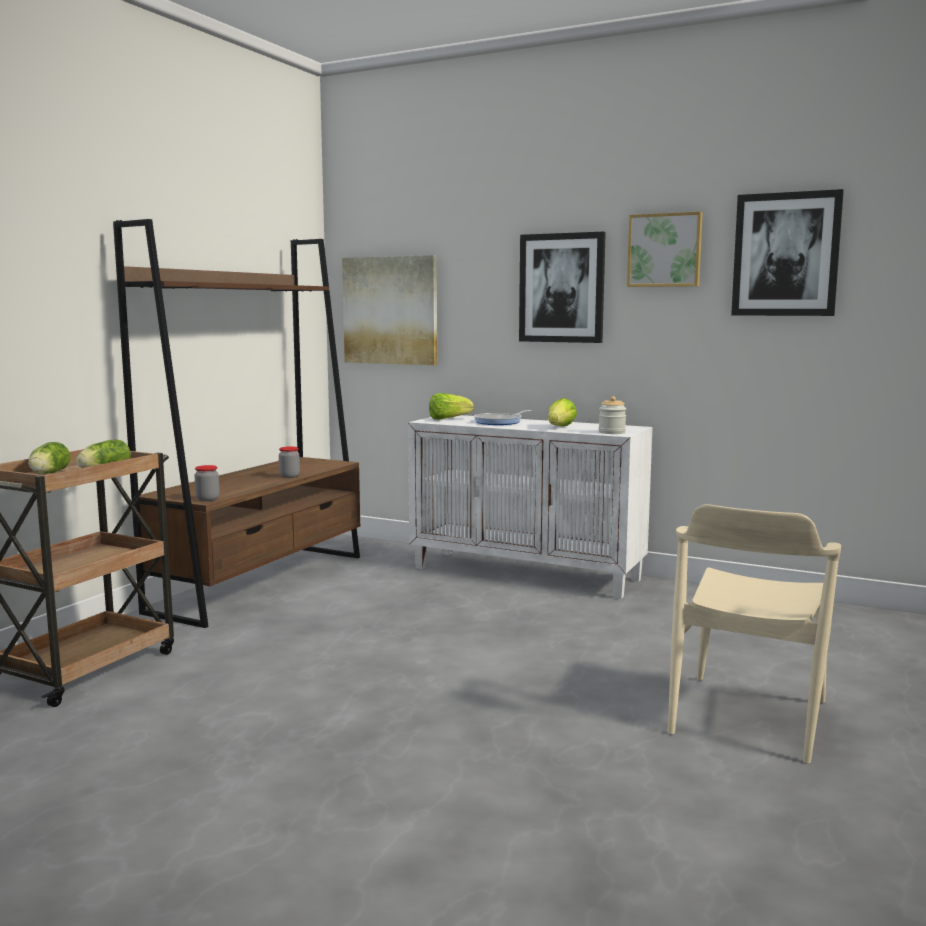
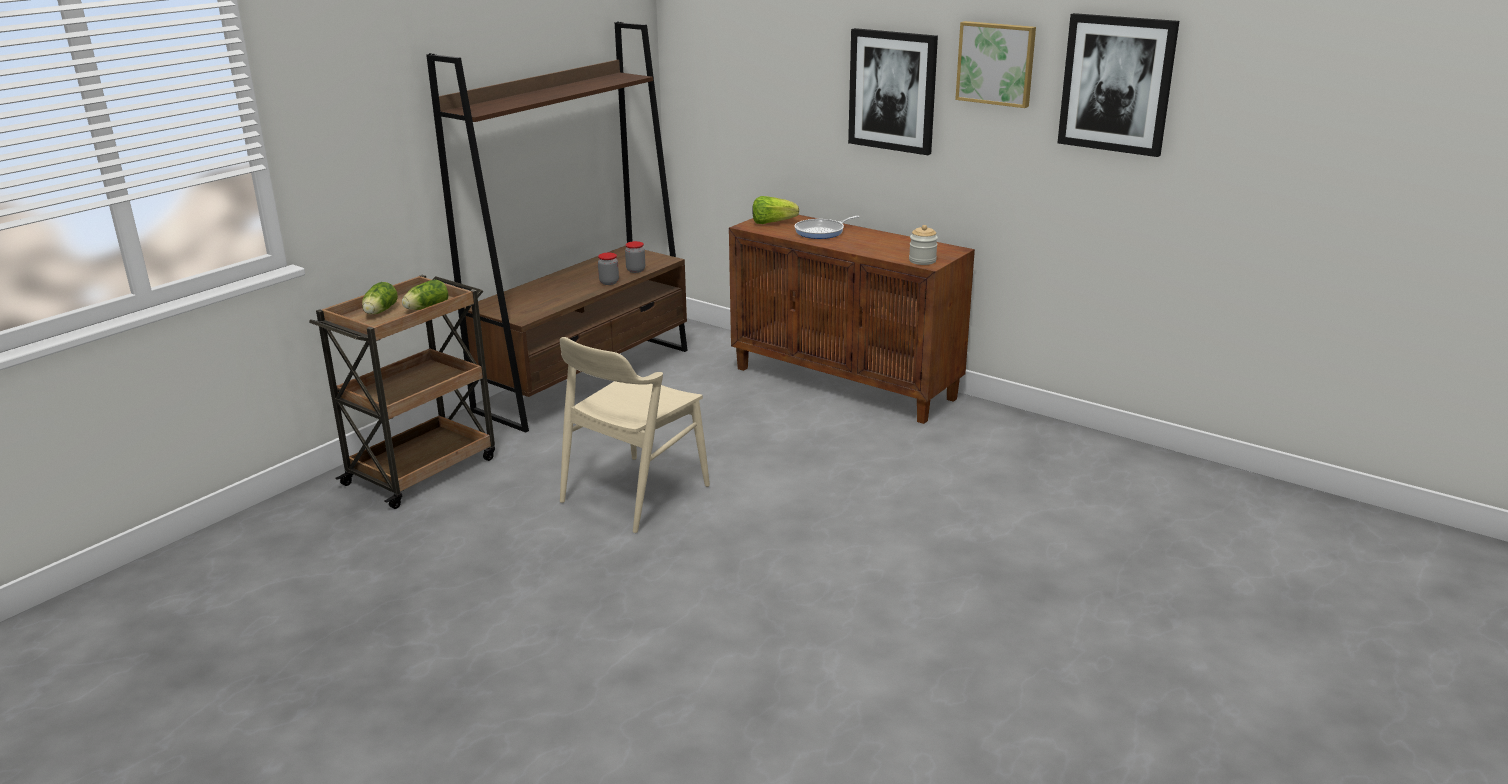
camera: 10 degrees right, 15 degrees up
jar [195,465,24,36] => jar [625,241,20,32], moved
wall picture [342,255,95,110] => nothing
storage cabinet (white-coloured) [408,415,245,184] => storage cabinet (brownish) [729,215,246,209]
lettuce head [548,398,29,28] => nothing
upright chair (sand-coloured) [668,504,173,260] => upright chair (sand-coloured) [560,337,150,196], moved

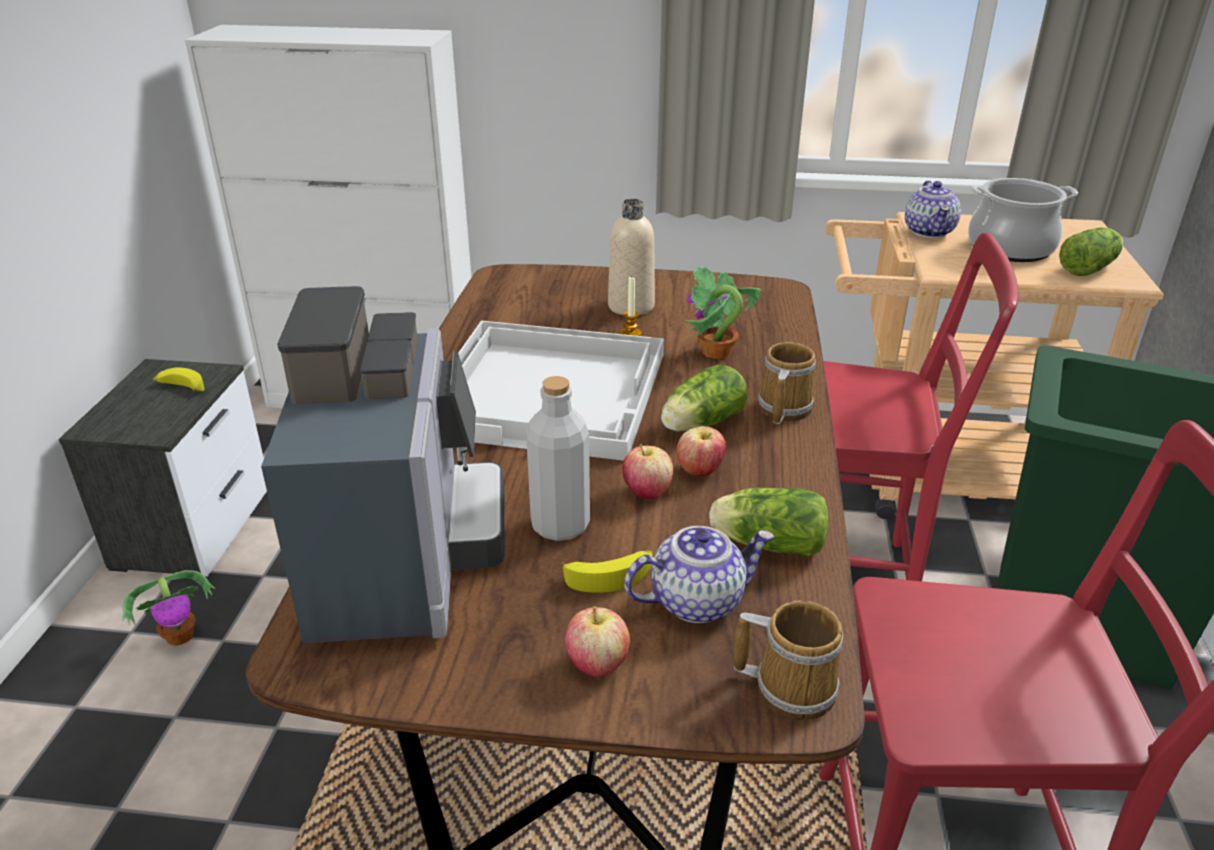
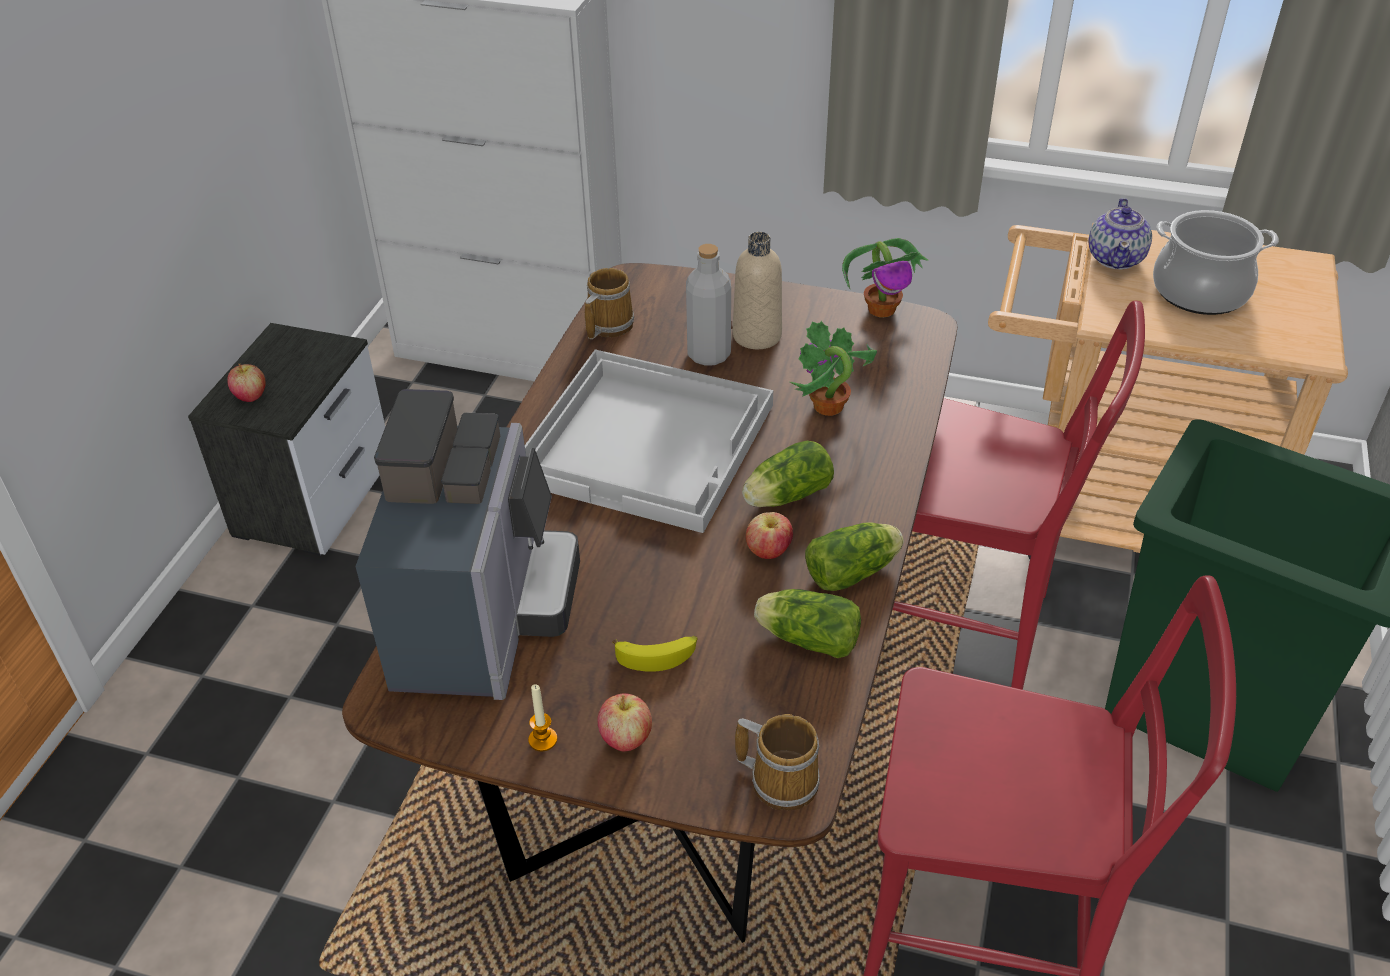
camera: 10 degrees right, 10 degrees up
plant in a pot [122,570,93,76] => plant in a pot [842,238,87,80], moved
banana fruit [153,367,51,25] => nothing
bottle (grey) [526,376,64,165] => bottle (grey) [686,244,45,122], moved
wax light [620,277,21,59] => wax light [528,684,29,68], moved
apple fruit [623,444,50,55] => apple fruit [227,364,39,38], moved
teapot [624,526,150,97] => nothing
tea mug [758,342,58,82] => tea mug [585,268,49,71], moved
lettuce head [1059,227,64,49] => lettuce head [805,522,98,69], moved

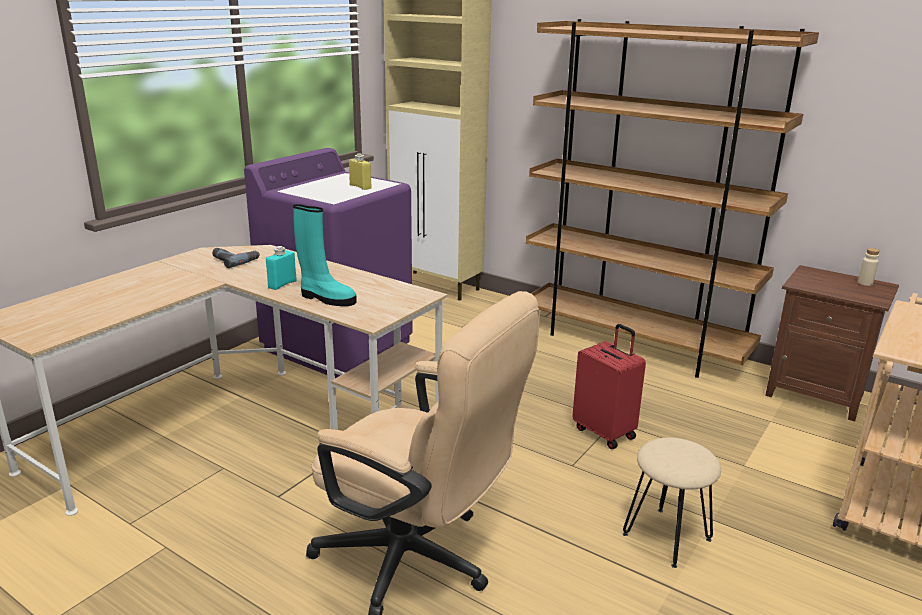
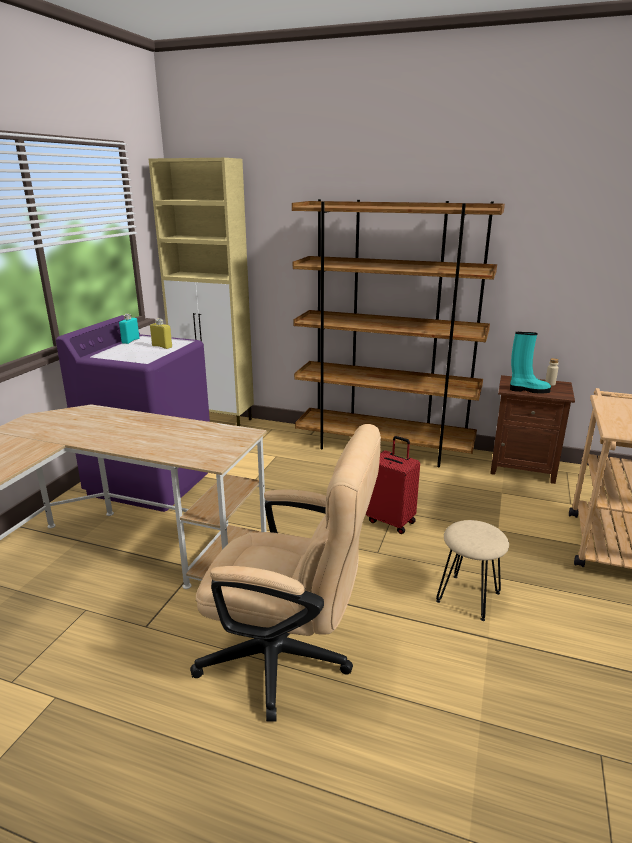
camera: 15 degrees left, 0 degrees up
electric drill [212,248,48,20] => nothing
bottle (turquoise-coloured) [266,246,31,44] => bottle (turquoise-coloured) [119,314,21,30], moved
boot (turquoise-coloured) [293,204,64,102] => boot (turquoise-coloured) [510,332,41,61], moved

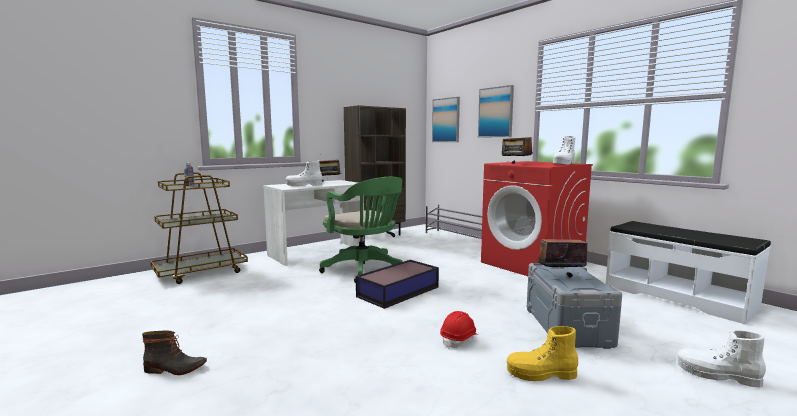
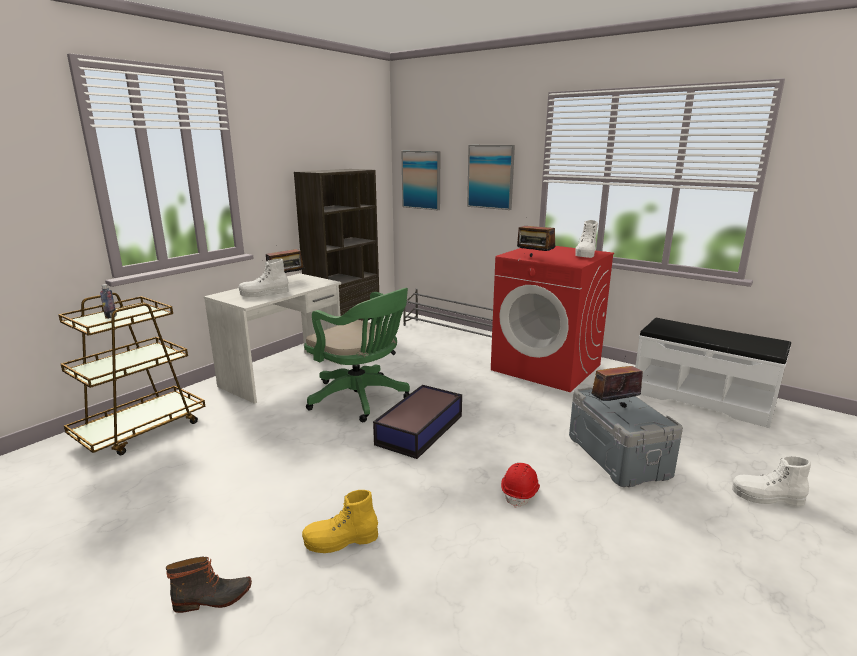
camera: 15 degrees left, 10 degrees up
boot (yellow) [507,326,71,55] => boot (yellow) [302,490,76,63], moved

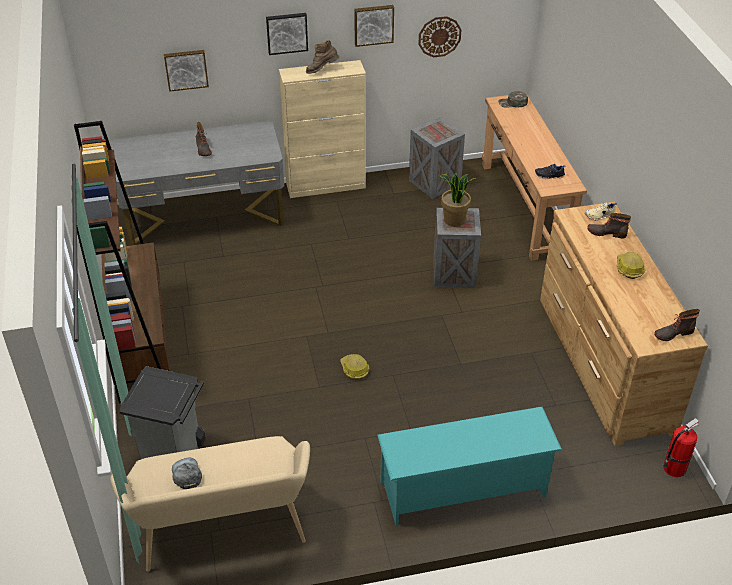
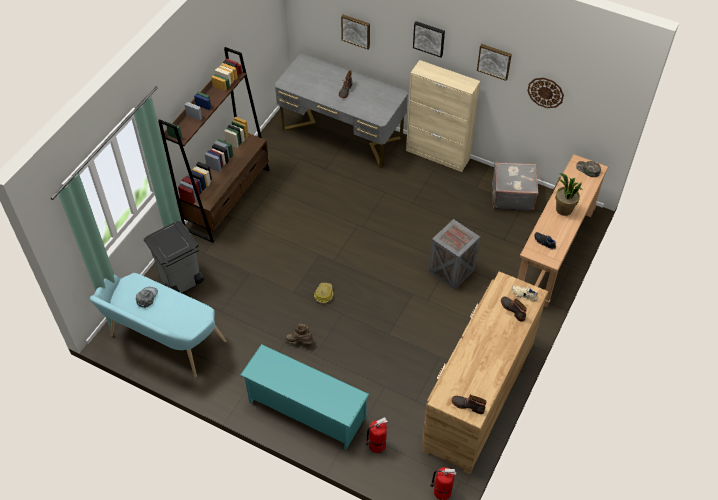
camera: 40 degrees right, 10 degrees up
bench (sand-coloured) [110,436,200,136] => bench (turquoise-coloured) [90,273,136,104]
boot (brownish) [306,40,33,34] => boot (brownish) [285,323,28,21], moved
shipping crate [409,117,56,82] => piece of luggage (grey) [492,162,46,49]
plant in a pot [438,173,37,54] => plant in a pot [555,173,28,43], moved
safety helmet [617,252,29,27] => nothing
nothing => extinguisher [365,417,23,36]

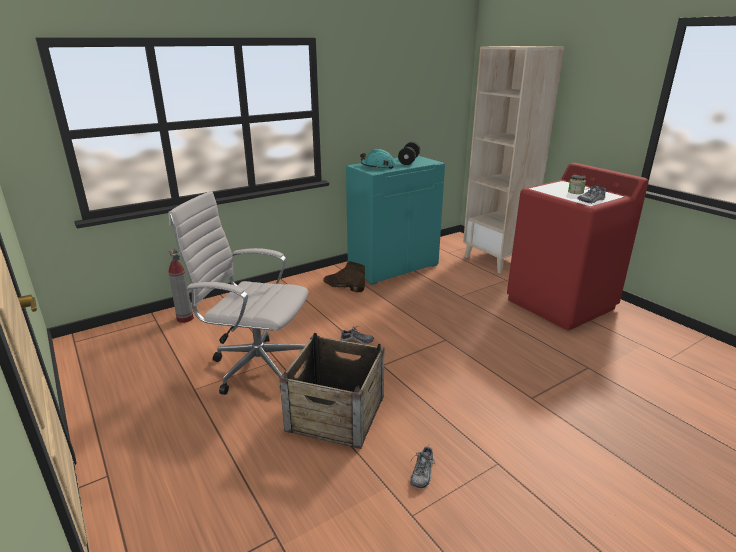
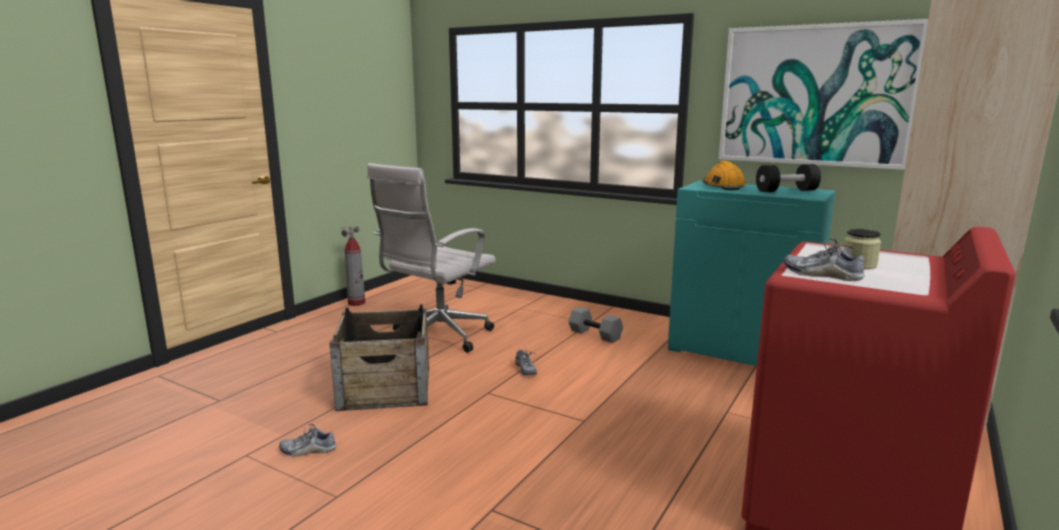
camera: 65 degrees right, 10 degrees down
desk chair (white-coloured) [168,191,140,204] => desk chair (white-coloured) [367,163,129,190], 135 degrees counterclockwise
extinguisher [168,248,26,75] => extinguisher [341,226,24,80], moved
boot (brownish) [323,261,42,31] => nothing
safety helmet (turquoise-coloured) [360,149,35,20] => safety helmet (orangey) [703,161,43,29]
nothing => hand weight (grey) [569,307,54,36]
nothing => wall picture [719,19,209,151]

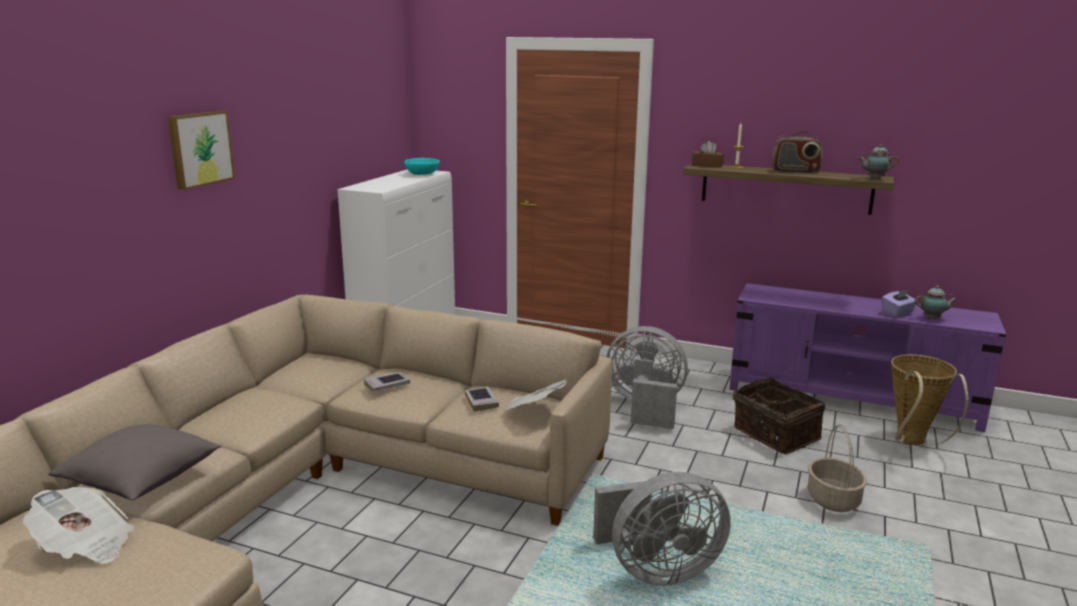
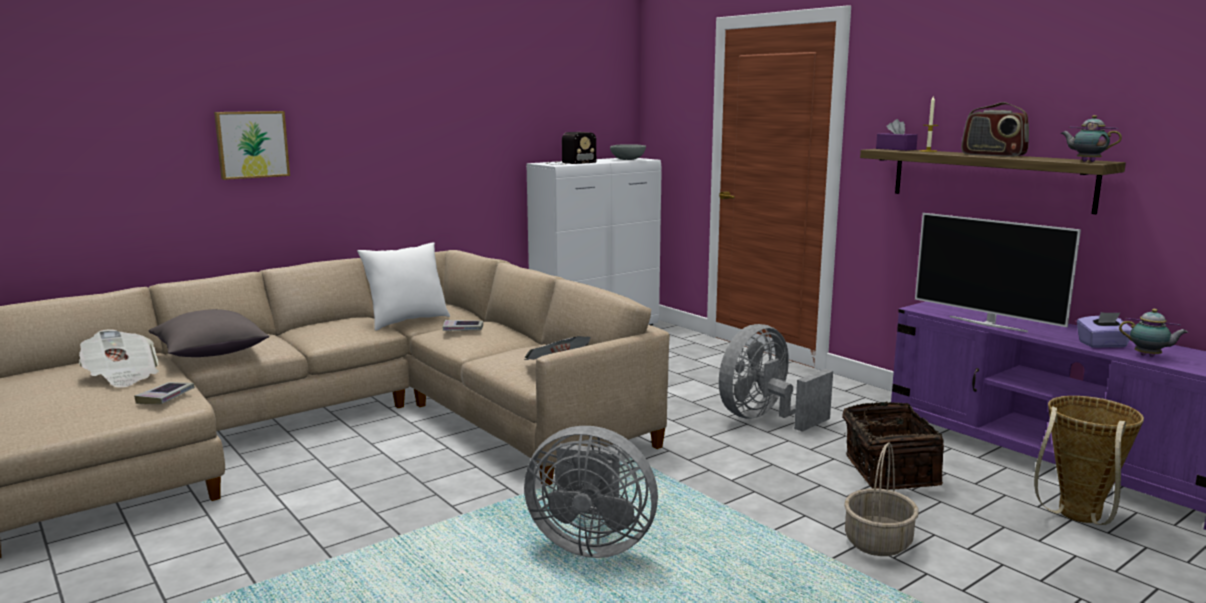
camera: 30 degrees right, 5 degrees down
wall picture [168,111,67,79] => wall picture [214,111,76,69], moved
serving bowl (turquoise-coloured) [404,158,36,17] => serving bowl (grey) [610,144,36,16]
bound book [465,386,34,26] => bound book [134,382,61,22], moved
fan (grey) [606,326,82,103] => fan (grey) [719,324,114,108], 90 degrees counterclockwise
tissue holder (brownish) [692,141,32,27] => tissue holder (purple-coloured) [876,119,42,32]
nothing => throw pillow (white-coloured) [357,242,93,89]
nothing => radio set [546,132,50,33]
nothing => TV [915,213,166,119]

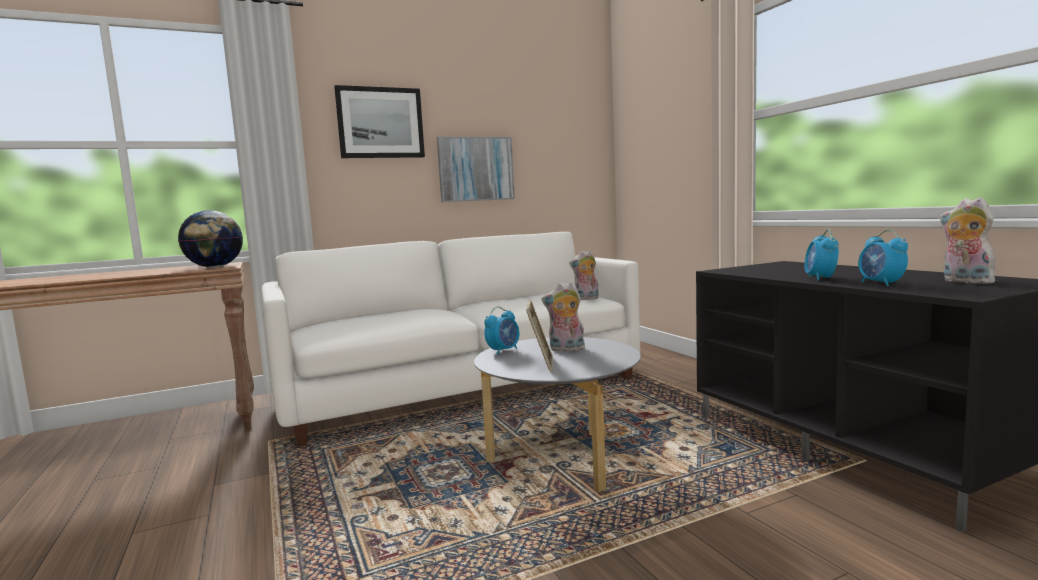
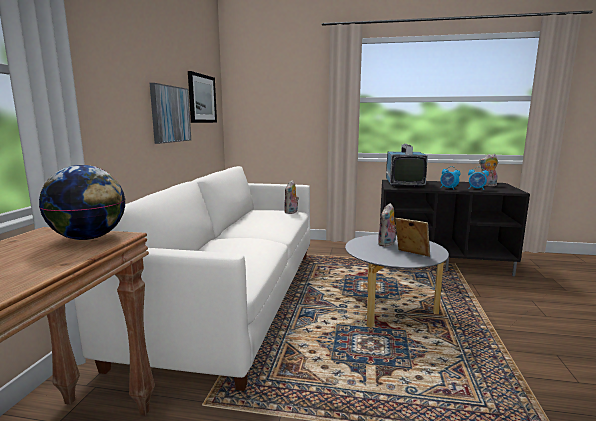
camera: 55 degrees left, 5 degrees up
wall picture [334,85,91,73] => wall picture [188,71,29,52], moved
bedside clock [484,306,35,49] => nothing
nothing => TV [386,144,42,43]

